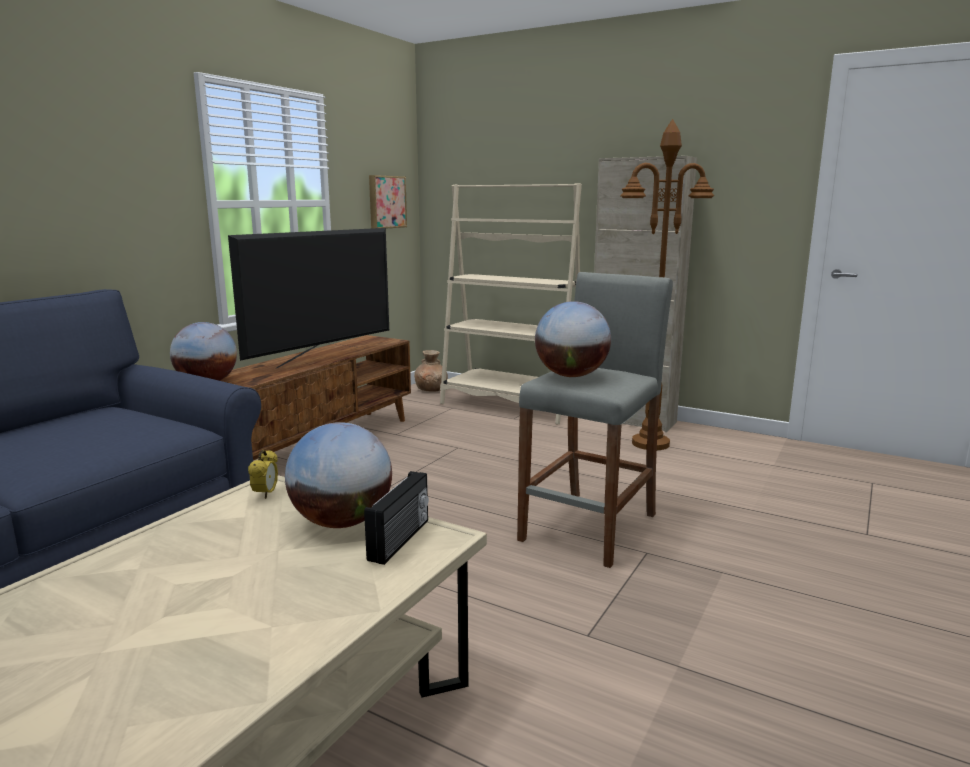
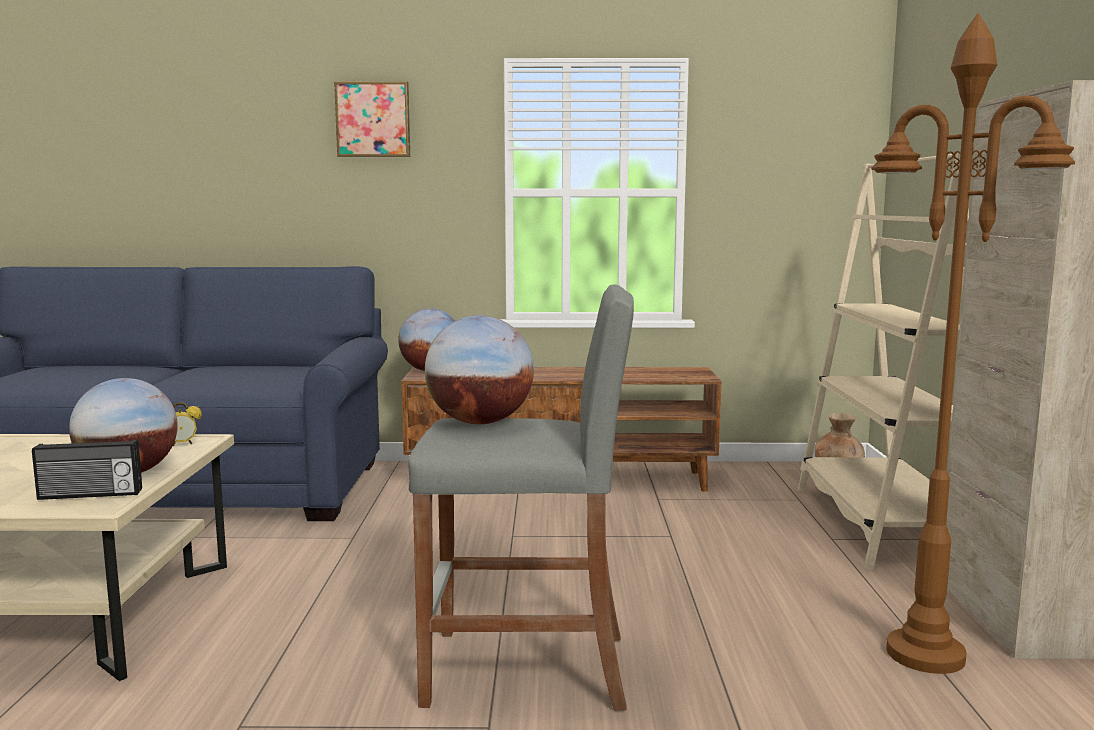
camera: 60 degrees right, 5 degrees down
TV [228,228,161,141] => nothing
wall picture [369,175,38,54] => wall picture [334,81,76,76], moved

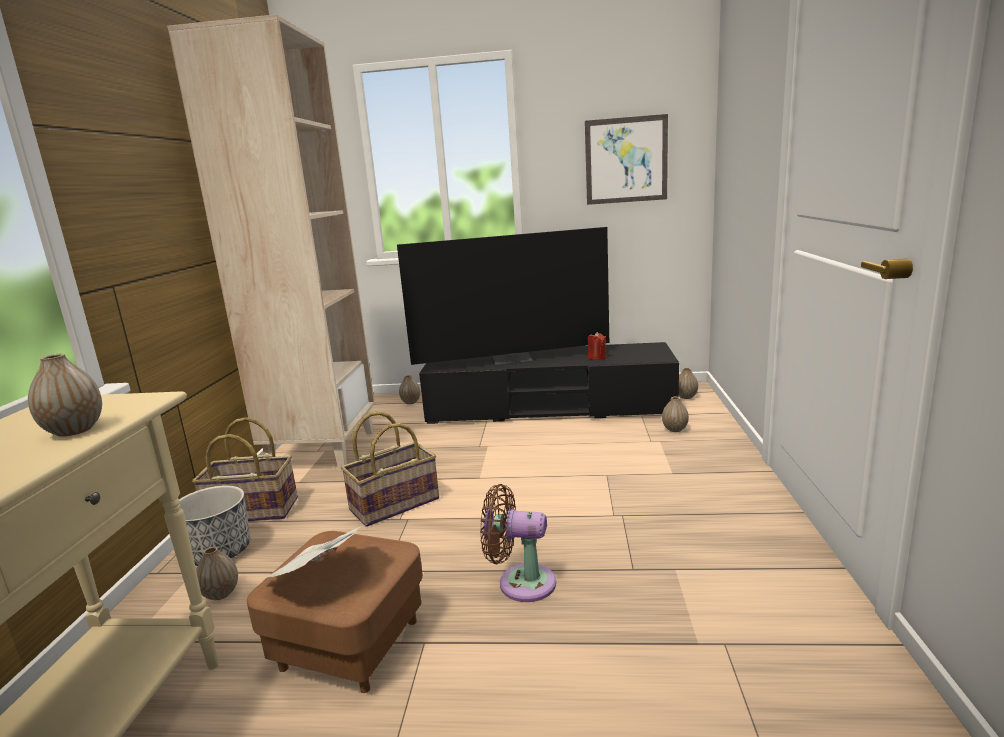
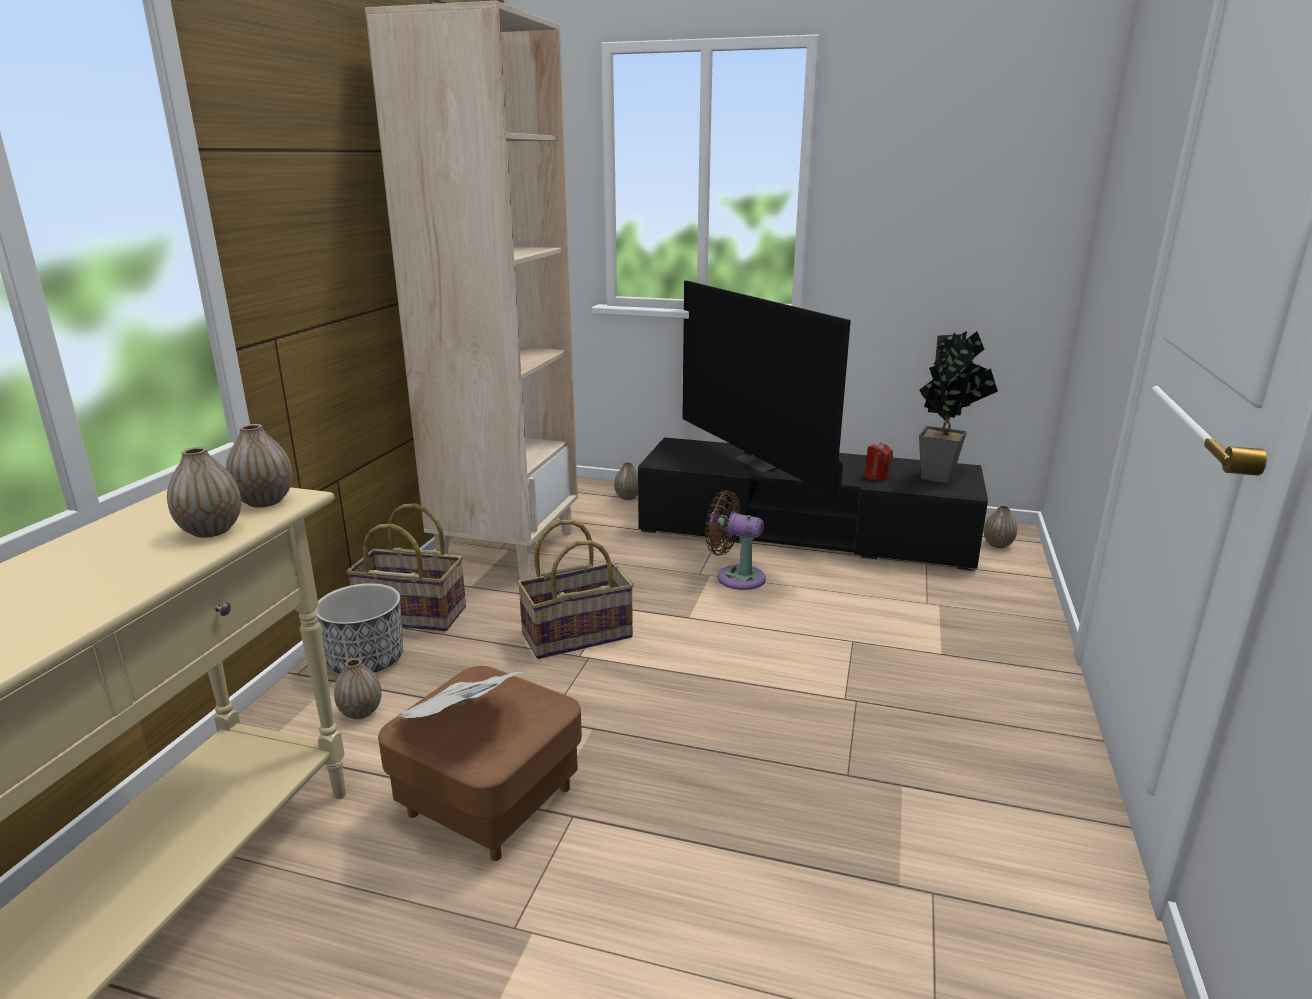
camera: 10 degrees right, 5 degrees up
TV [397,227,212,138] => TV [682,280,169,217], 60 degrees clockwise
fan (brownish) [480,484,76,118] => fan (brownish) [705,490,61,100], moved
wall picture [585,114,83,91] => nothing
decorative vase [662,397,27,35] => decorative vase [226,424,66,84], moved
nothing => plant in a pot [919,331,79,152]

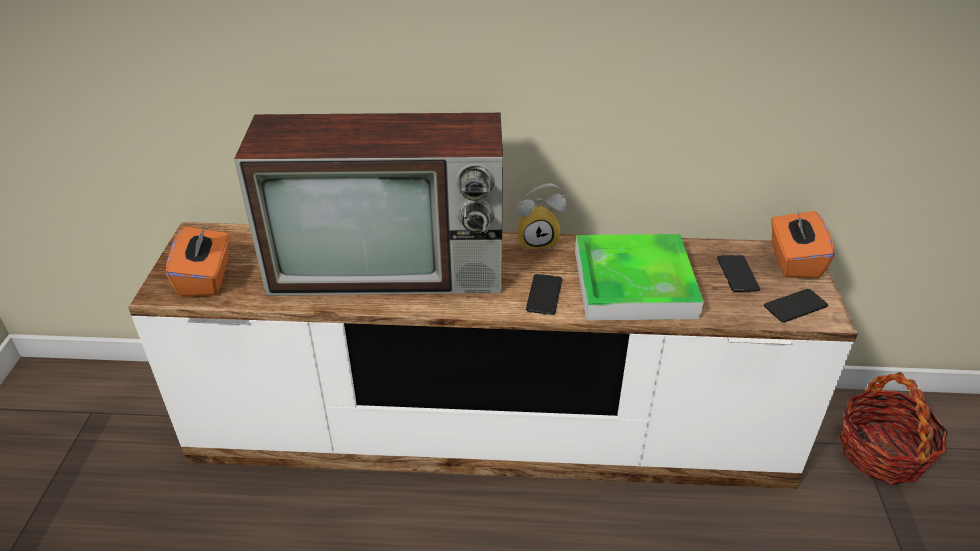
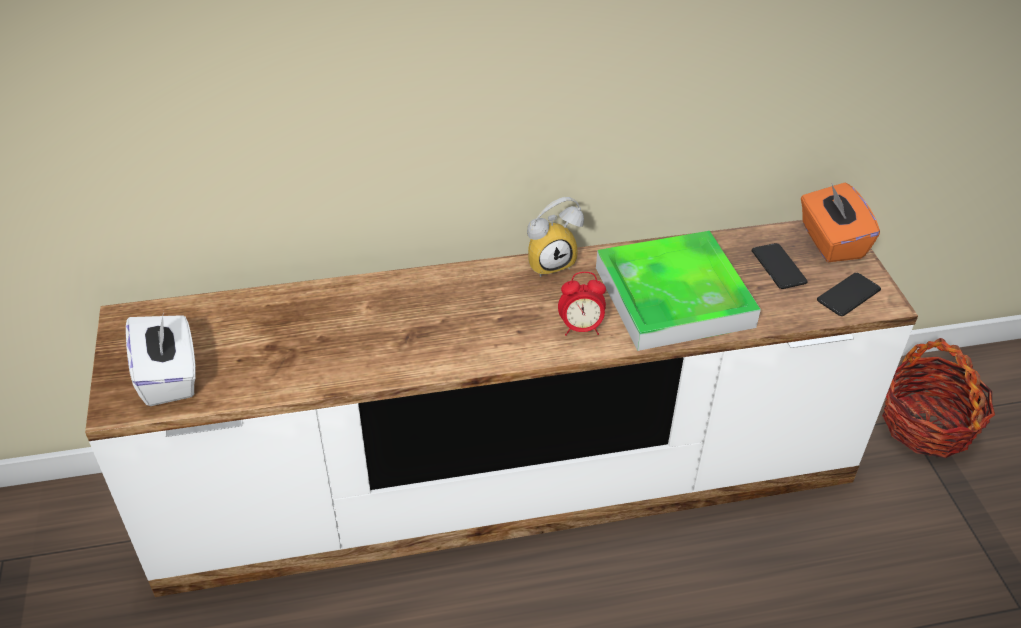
camera: 15 degrees left, 5 degrees up
tissue holder (orangey) [166,224,64,73] => tissue holder (white-coloured) [126,311,70,95]
TV [234,113,269,183] => nothing
phone [526,274,36,41] => bedside clock [558,272,48,64]

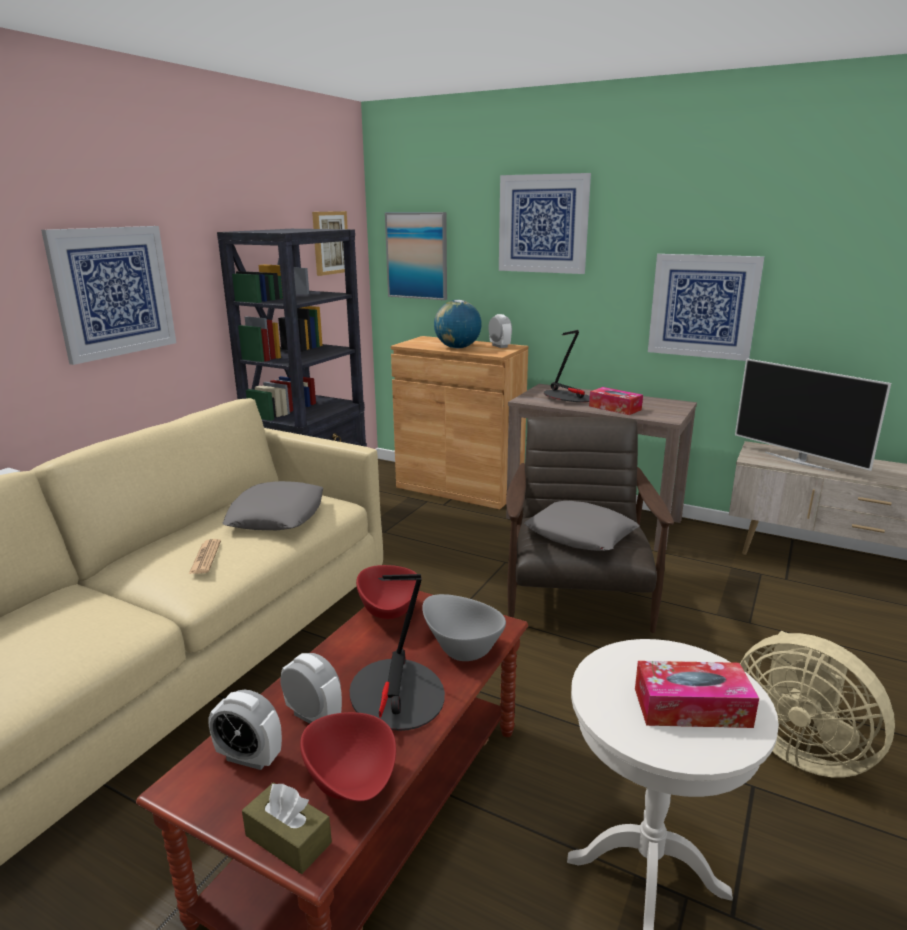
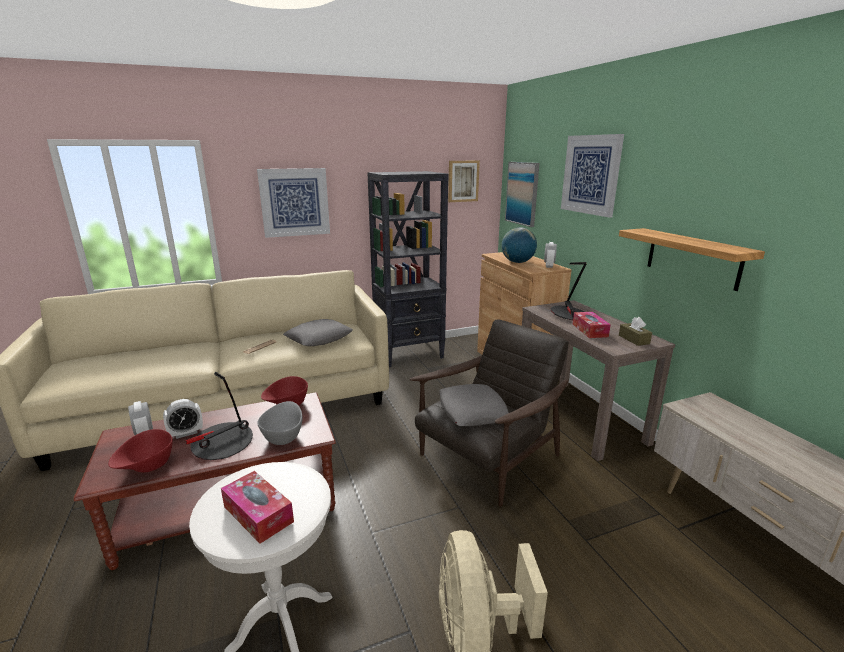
camera: 40 degrees right, 0 degrees up
tissue holder (brownish) [242,783,90,91] => tissue holder (brownish) [619,317,33,29], moved
bedside clock [280,653,62,71] => bedside clock [163,399,40,40], 75 degrees clockwise
wall picture [648,254,117,107] => shelf [619,228,146,63]
TV [735,358,156,114] => nothing

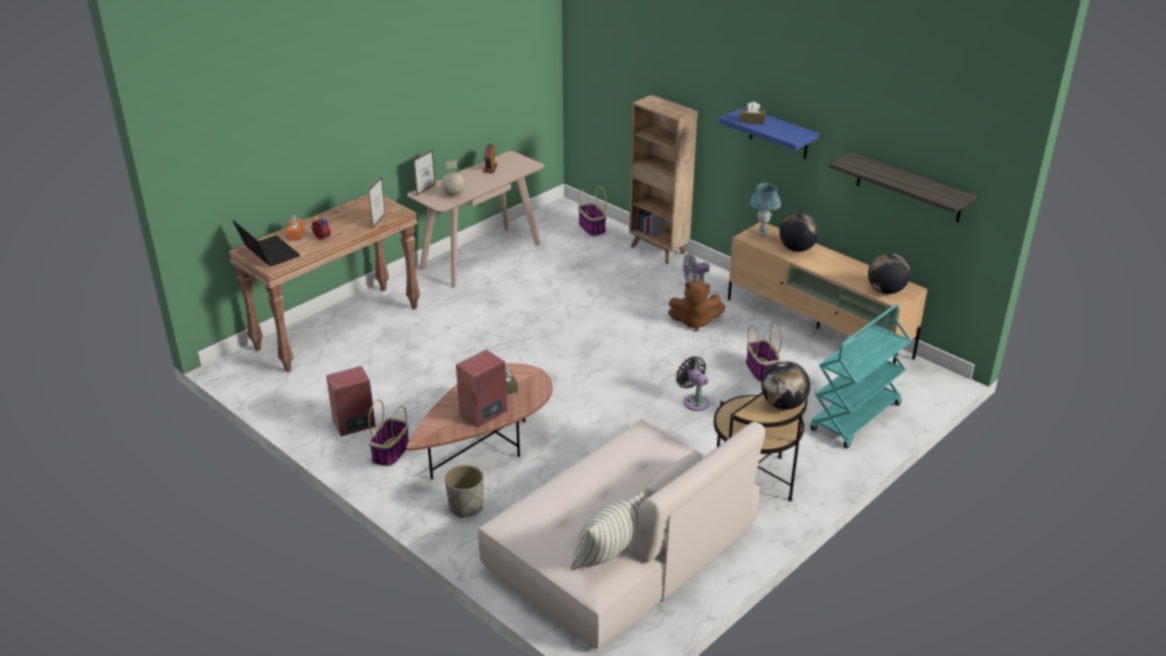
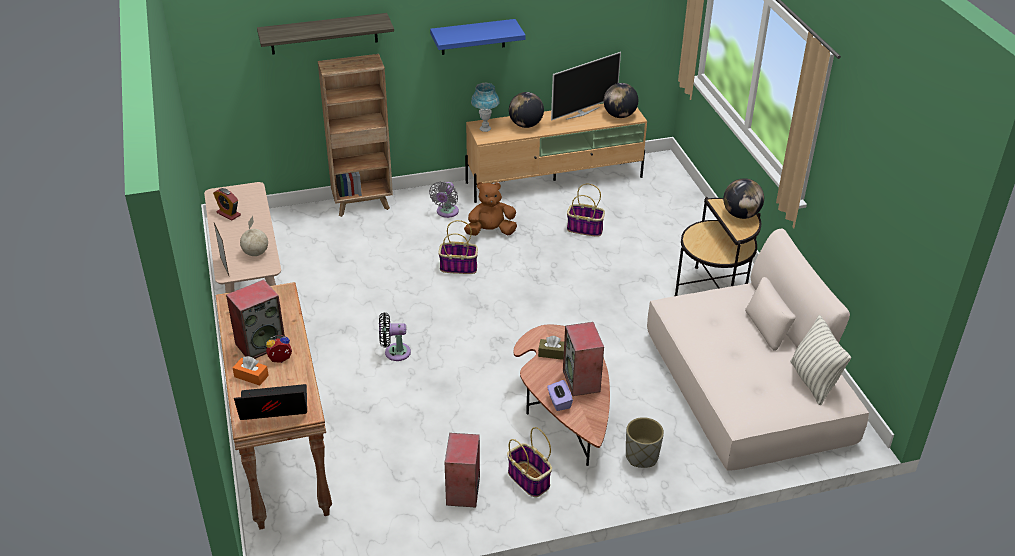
camera: 60 degrees left, 5 degrees up
standing frame [368,176,17,52] => nothing
household basket [578,186,29,51] => household basket [438,220,40,54], moved
soft toy (brownish) [668,280,57,51] => soft toy (brownish) [464,182,53,54], 135 degrees counterclockwise
fan (black-coloured) [676,356,34,55] => fan (black-coloured) [379,312,32,49], moved
tissue holder (brownish) [740,101,25,24] => nothing
wheeled cart (turquoise-coloured) [810,304,101,144] => nothing
shelf [829,152,148,70] => shelf [257,13,137,42], moved
nothing => speaker [226,279,59,80]
nothing => tissue holder (purple-coloured) [547,380,26,31]
nothing => TV [551,52,70,69]

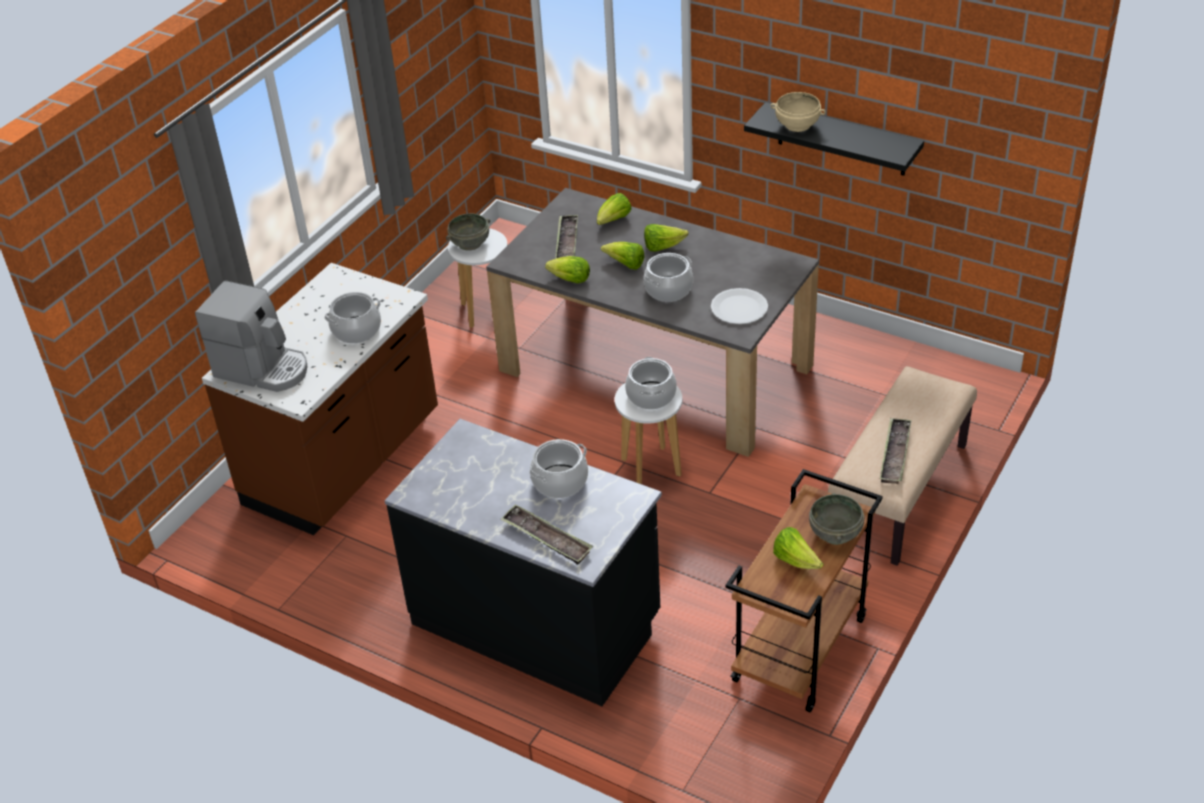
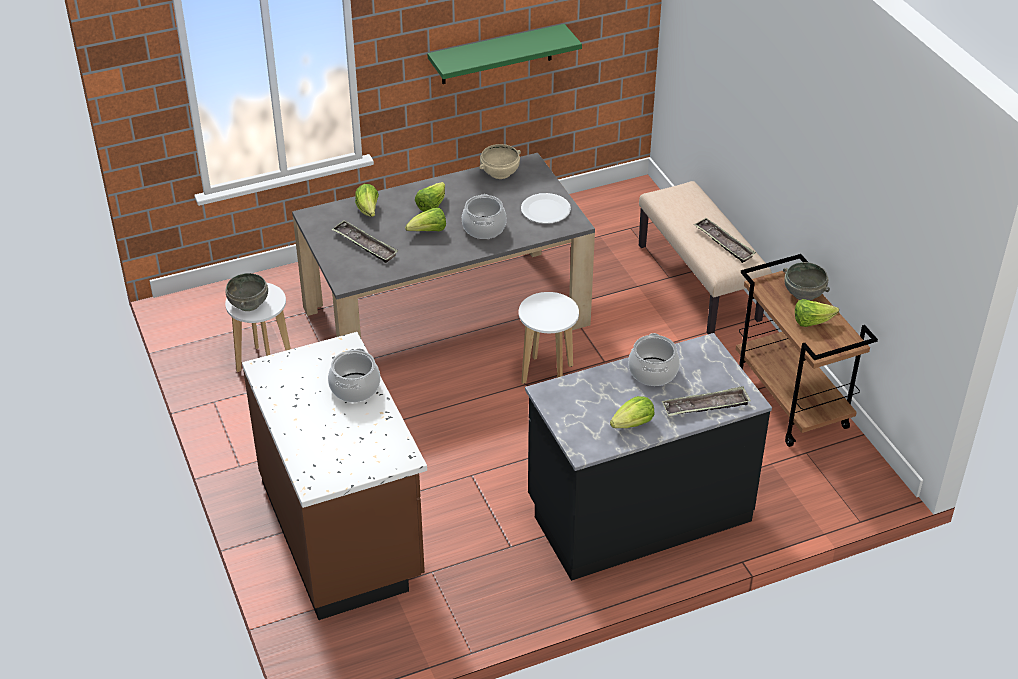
camera: 55 degrees left, 0 degrees up
coffee maker [195,281,113,111] => nothing
lettuce head [545,256,45,27] => lettuce head [610,396,44,32], moved
stockpot [625,357,52,52] => nothing
shelf (black-coloured) [744,102,180,74] => shelf (green-coloured) [428,24,154,60]
serving bowl (sand-coloured) [771,92,55,40] => serving bowl (sand-coloured) [479,144,42,35], moved

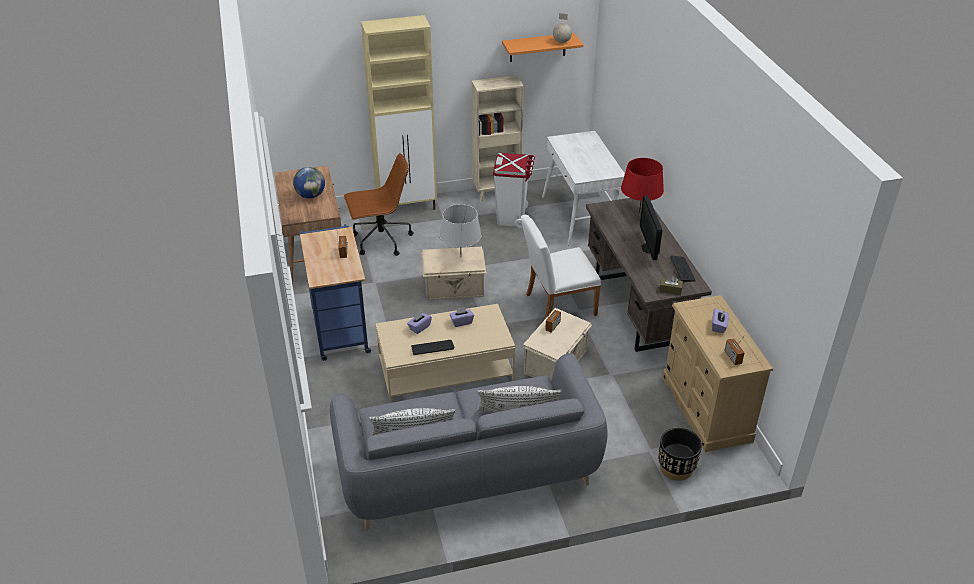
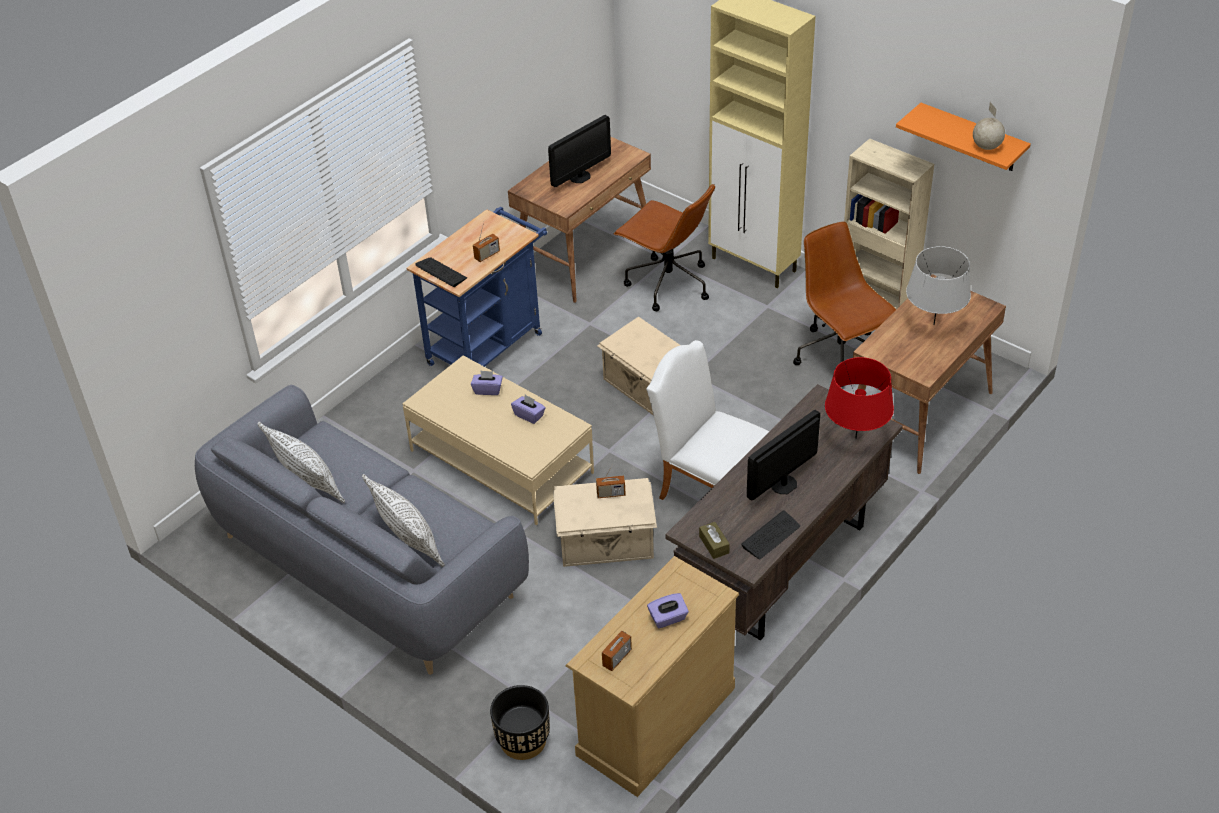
camera: 55 degrees right, 5 degrees up
desk globe [293,167,32,31] => computer screen [548,115,63,72]
keyboard [411,340,43,15] => keyboard [415,257,52,30], moved
table lamp (grey) [440,204,41,46] => table lamp (grey) [906,246,65,79], moved
waste bin (white-coloured) [493,153,42,75] => desk chair (brownish) [793,221,103,166]
desk (white-coloured) [542,131,83,114] => desk (brownish) [853,274,153,200]

